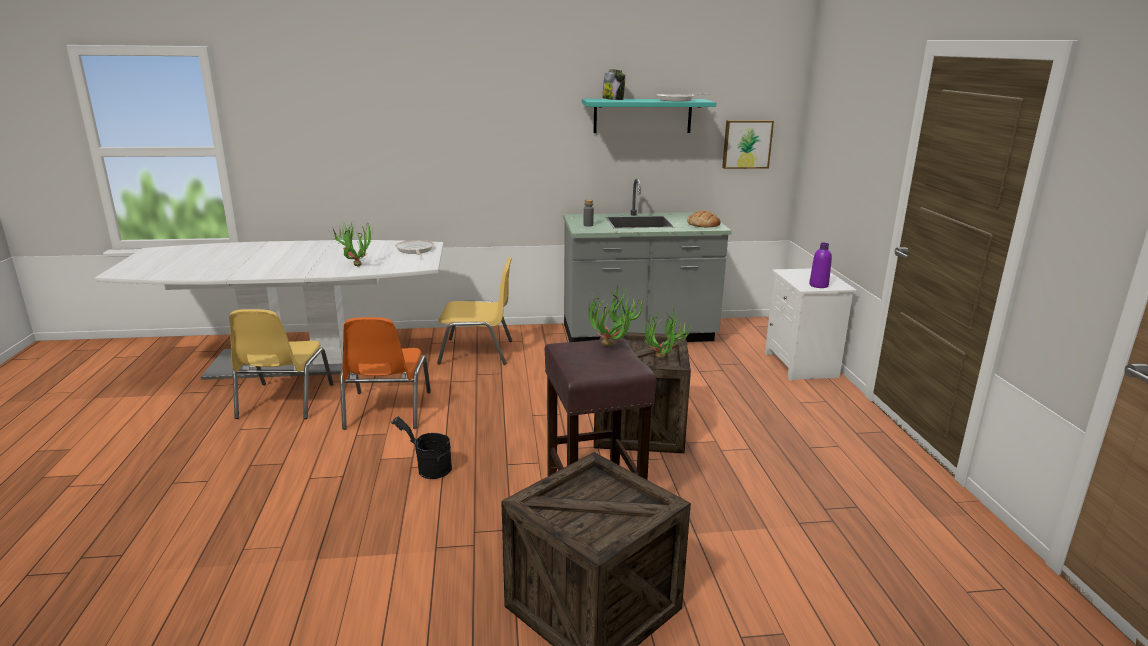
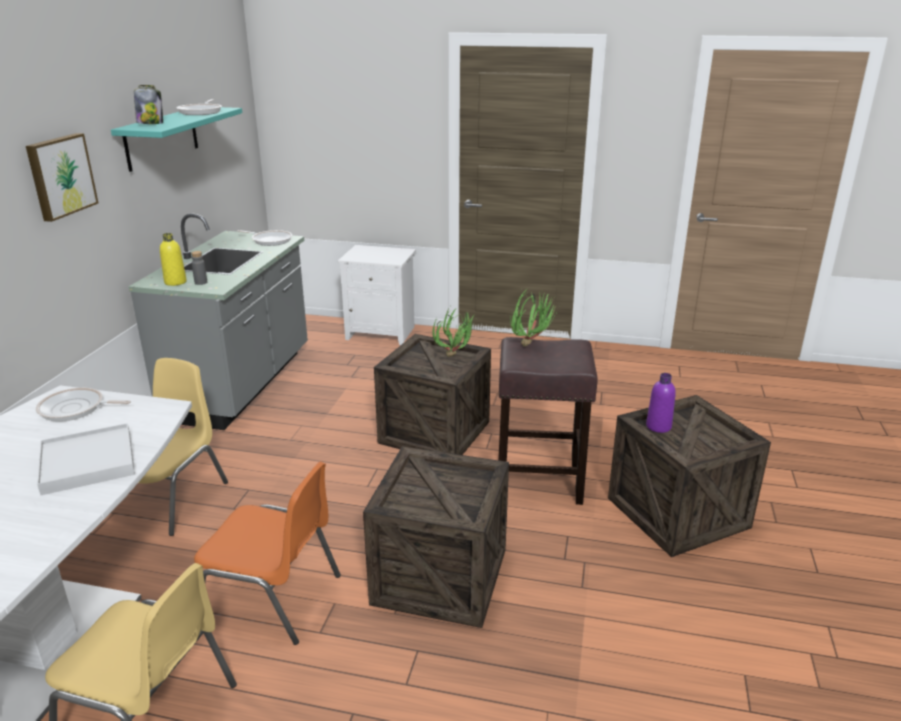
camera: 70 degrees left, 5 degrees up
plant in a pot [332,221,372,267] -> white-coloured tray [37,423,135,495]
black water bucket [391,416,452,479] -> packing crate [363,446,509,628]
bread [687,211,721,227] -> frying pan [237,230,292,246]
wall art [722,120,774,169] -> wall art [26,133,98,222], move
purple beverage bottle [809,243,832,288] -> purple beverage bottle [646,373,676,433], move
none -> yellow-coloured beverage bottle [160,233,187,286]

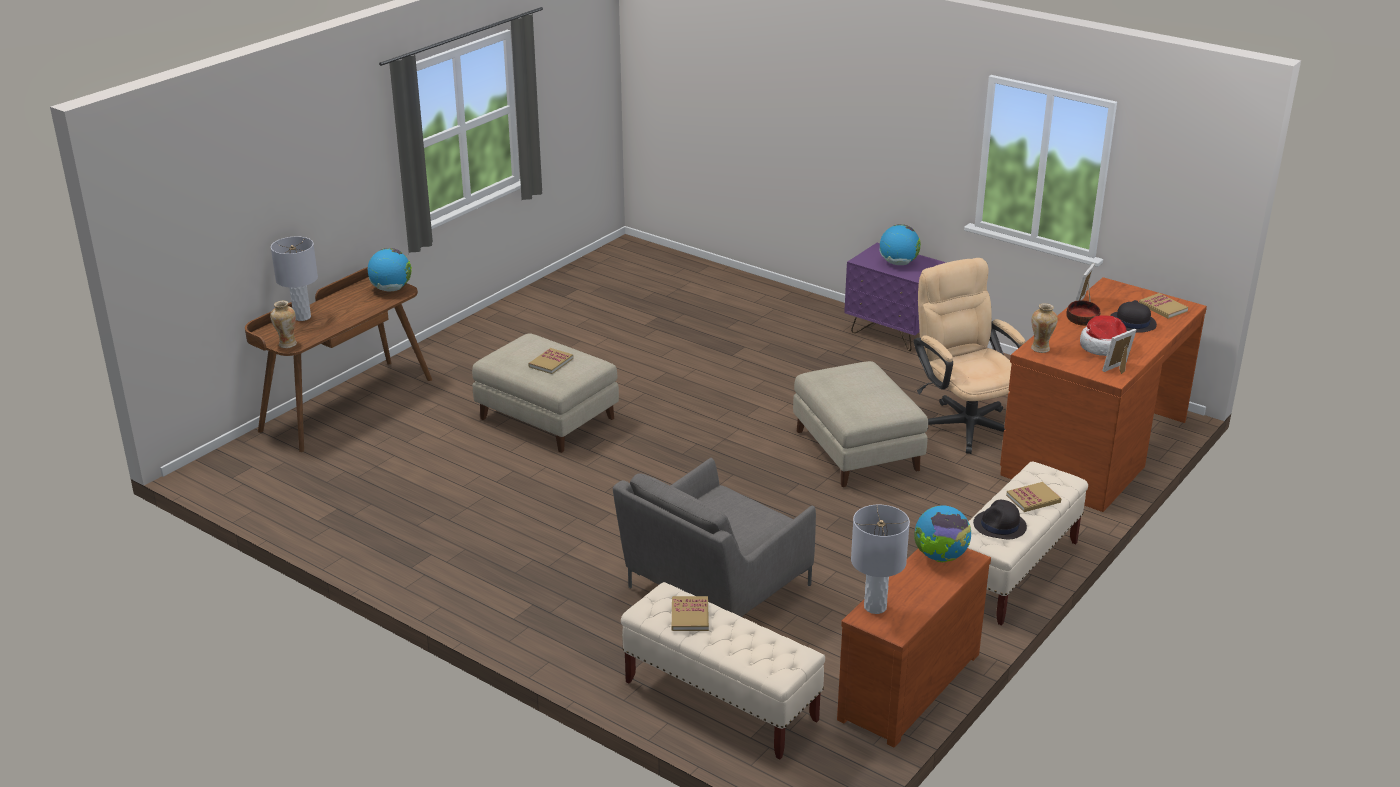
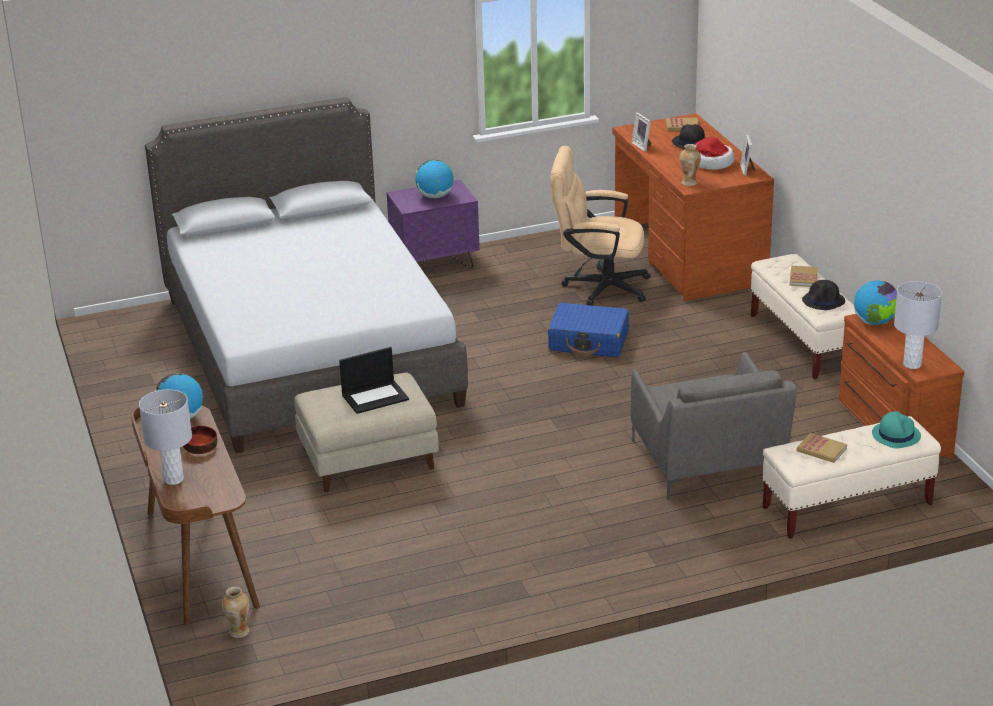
camera: 55 degrees left, 0 degrees up
decorative vase [270,301,297,348] -> decorative vase [222,586,249,638], move
volume [528,348,573,374] -> laptop [339,347,409,414]
sand-coloured footrest [793,361,928,487] -> blue suitcase [548,302,629,357]
serving bowl [1066,300,1101,326] -> serving bowl [183,426,217,454], move
none -> greyish bedroom bed [145,97,468,453]
none -> turquoise-coloured wearable hat [872,411,921,448]

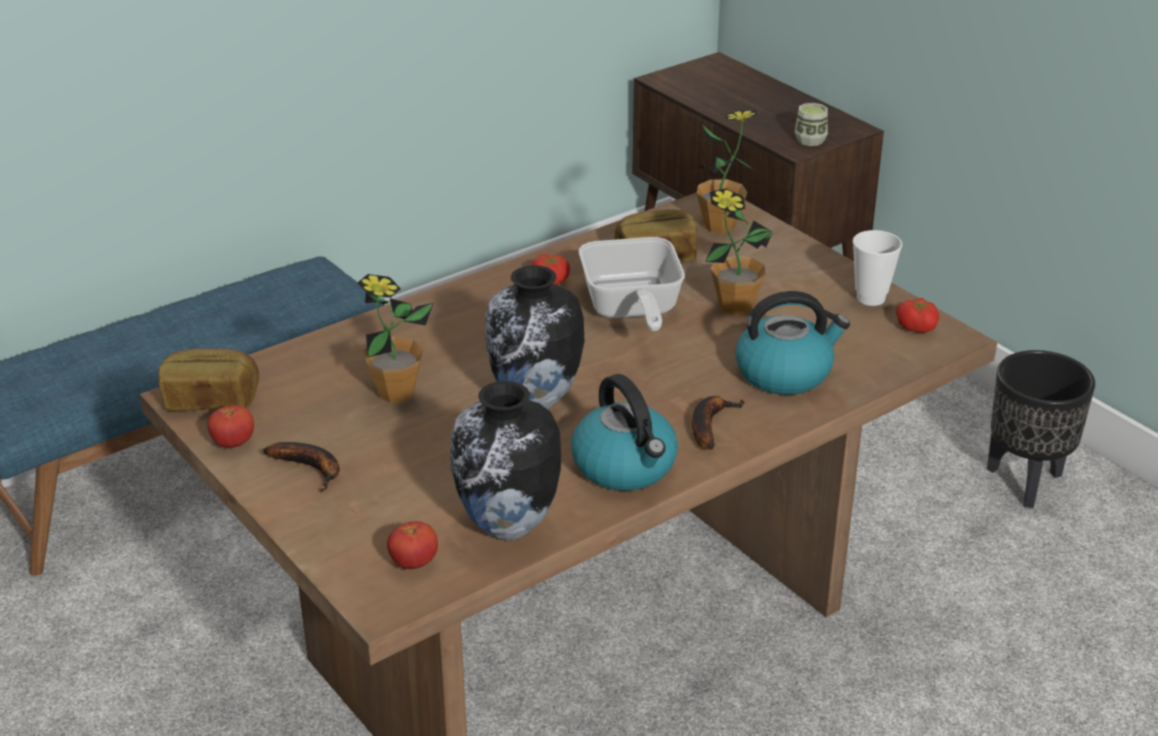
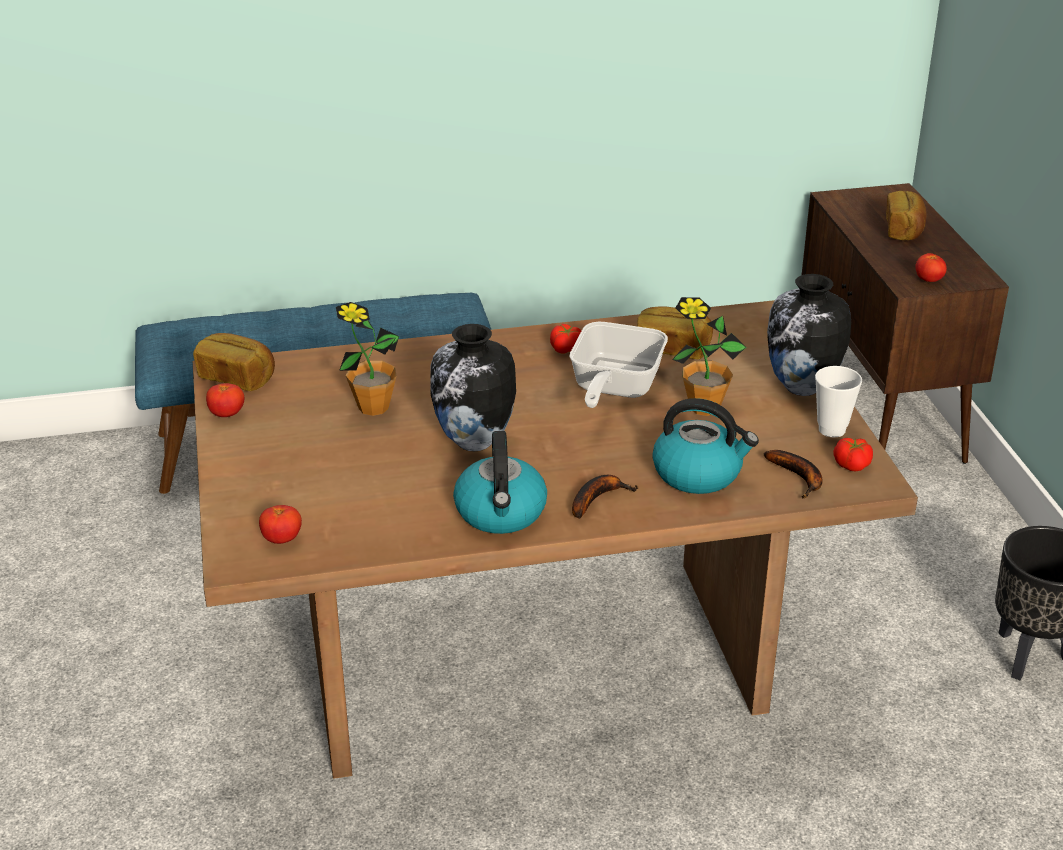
camera: 25 degrees right, 0 degrees up
whole banana [263,442,339,492] -> whole banana [764,450,823,498], move
decorative vase [450,381,561,541] -> decorative vase [767,274,851,396], move
plant in a pot [697,110,757,234] -> none
small cup [795,103,828,146] -> tomato [915,253,947,282]
none -> bread [886,191,927,240]

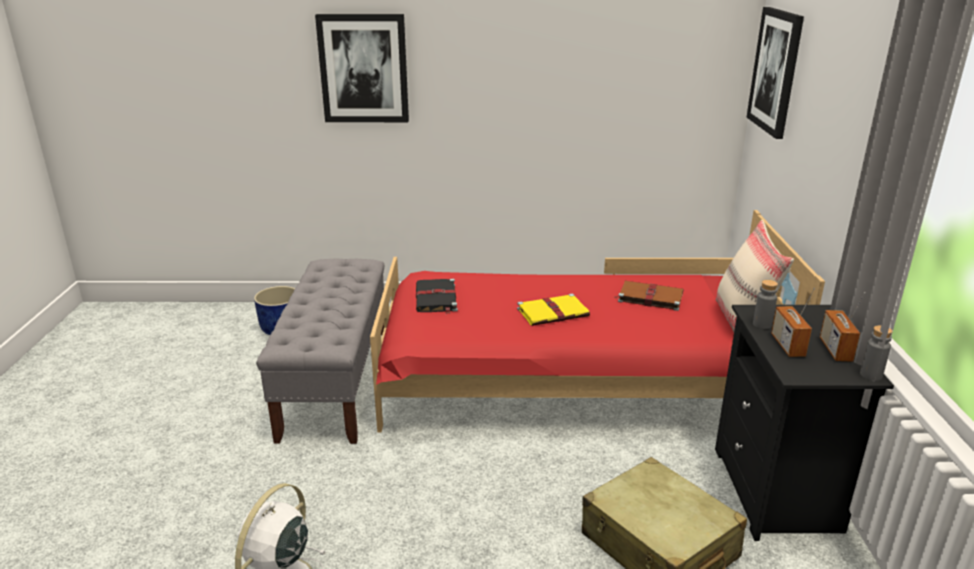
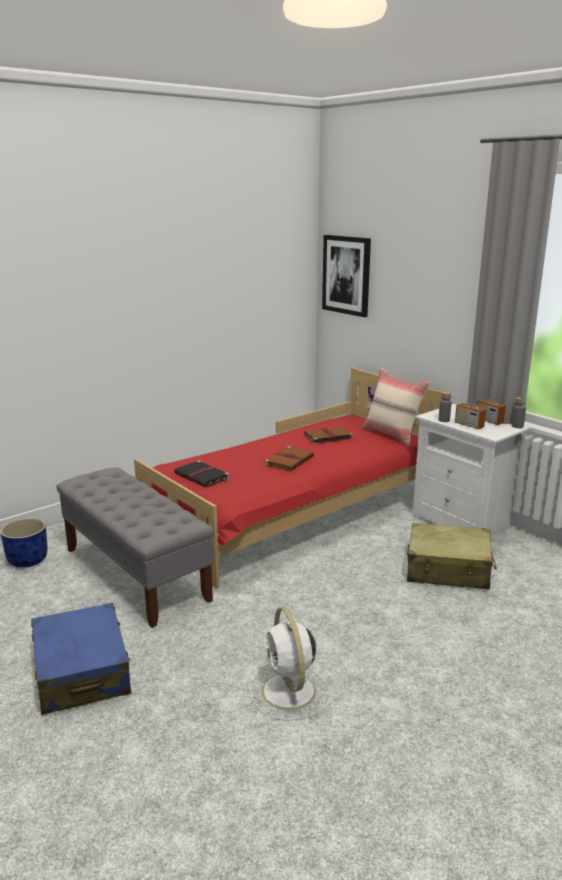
camera: 40 degrees left, 5 degrees down
wall art [315,14,409,122] -> none
yellow-coloured volume [517,294,590,326] -> brown-coloured volume [265,446,314,471]
black bedside table [715,305,894,541] -> white-coloured bedside table [413,404,531,538]
none -> blue suitcase [31,603,131,715]

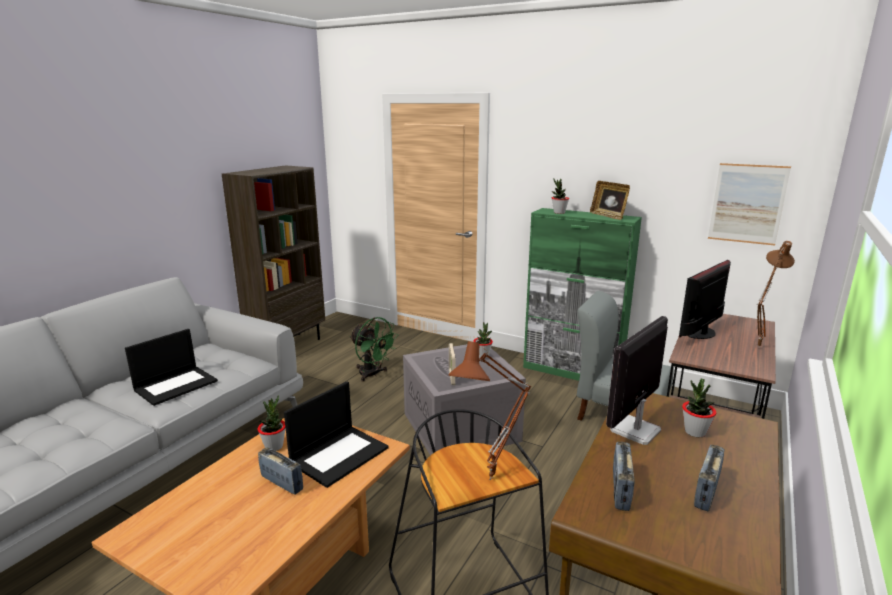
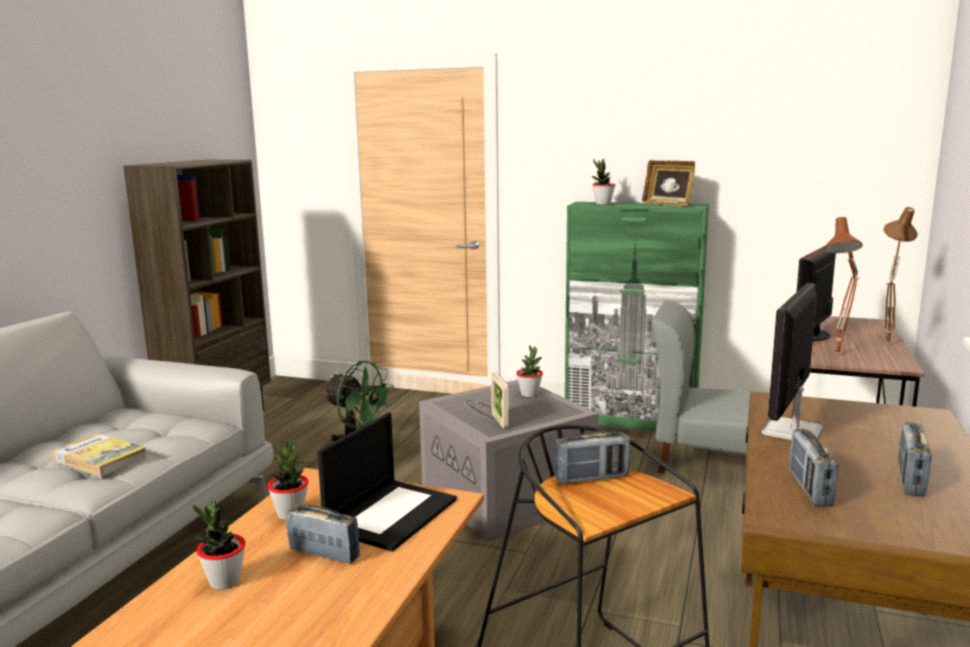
camera: 10 degrees left, 5 degrees down
laptop [125,329,218,406] -> volume [51,433,147,477]
brown-coloured lamp for a table [449,341,531,480] -> brown-coloured lamp for a table [824,217,863,356], move
plant in a pot [682,378,716,437] -> plant in a pot [192,500,246,590], move
wall art [708,163,791,246] -> none
none -> radio [554,431,630,484]

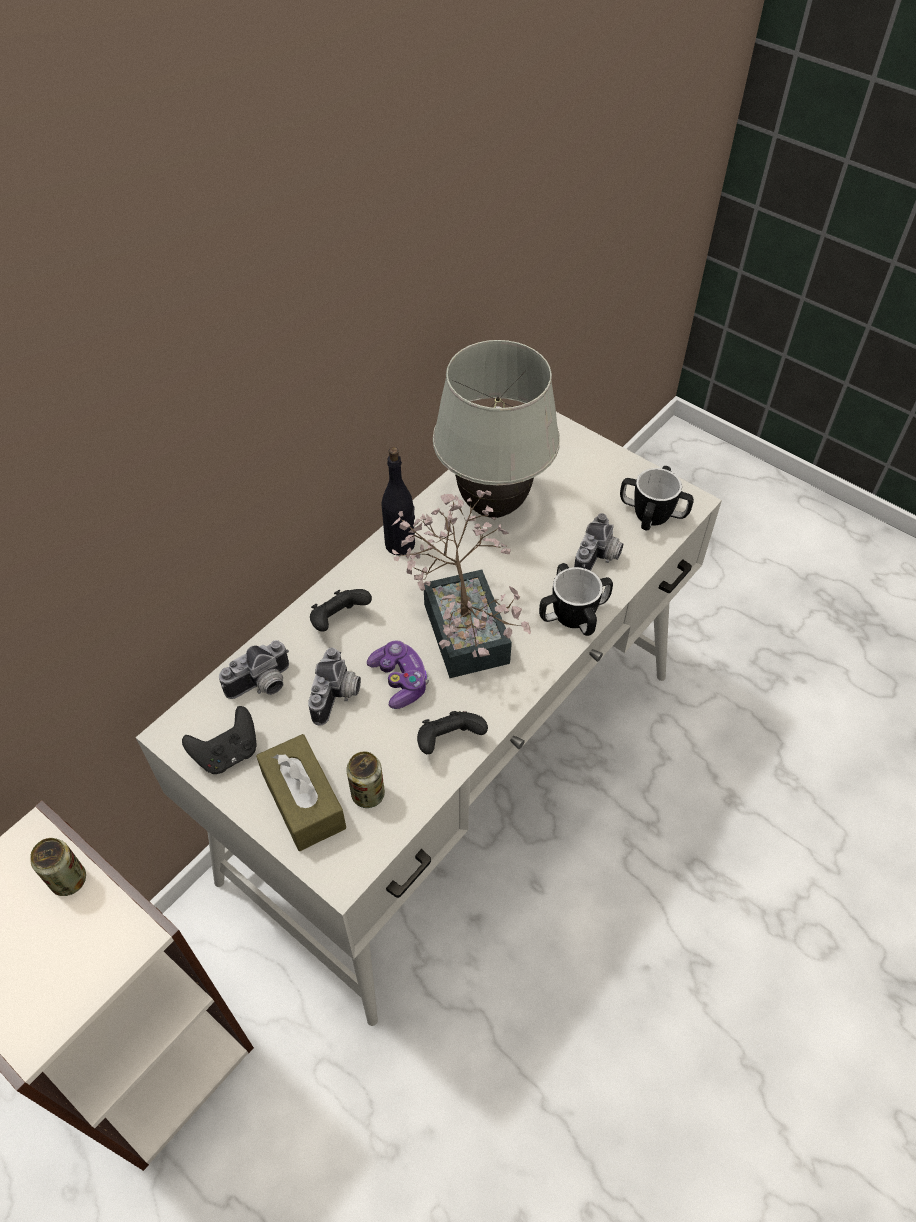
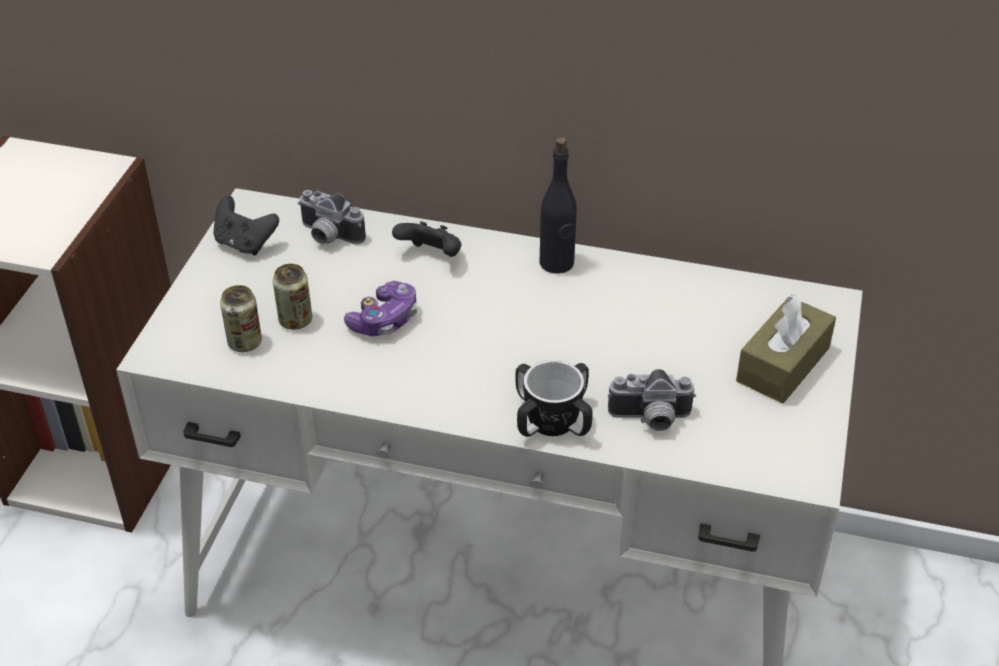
camera: 65 degrees right, 10 degrees down
can [30,838,86,896] -> can [273,264,312,330], move
brown-coloured box of tissues [256,734,346,851] -> brown-coloured box of tissues [736,295,836,403], move
still camera [308,647,361,726] -> none
plant in a pot [392,490,531,678] -> none
black game controller [417,711,488,754] -> none
white-coloured lamp for a table [433,340,560,518] -> none
tea mug [620,466,694,530] -> none

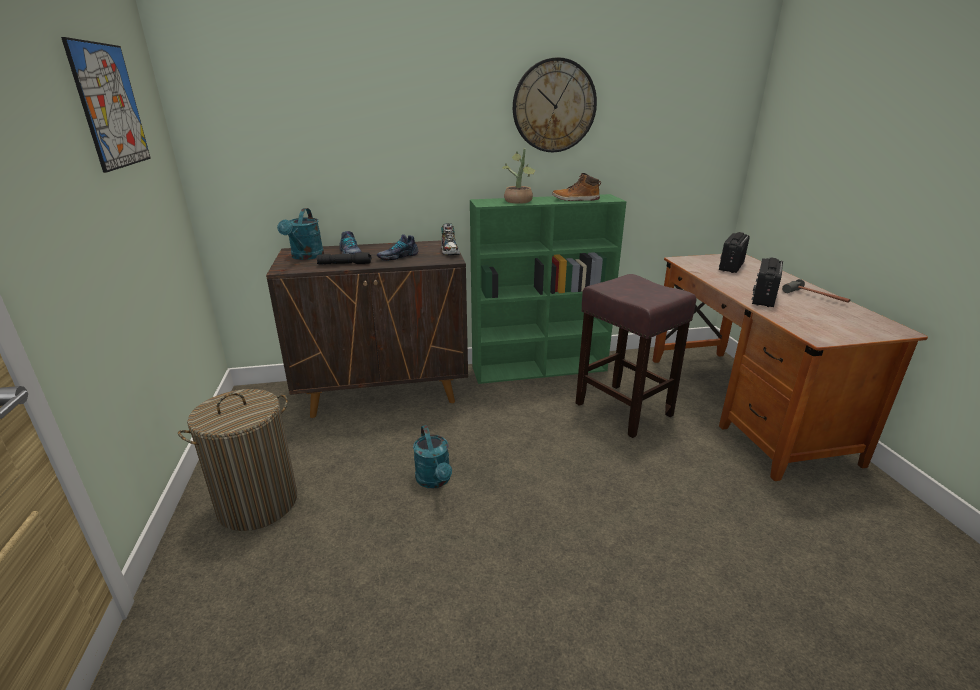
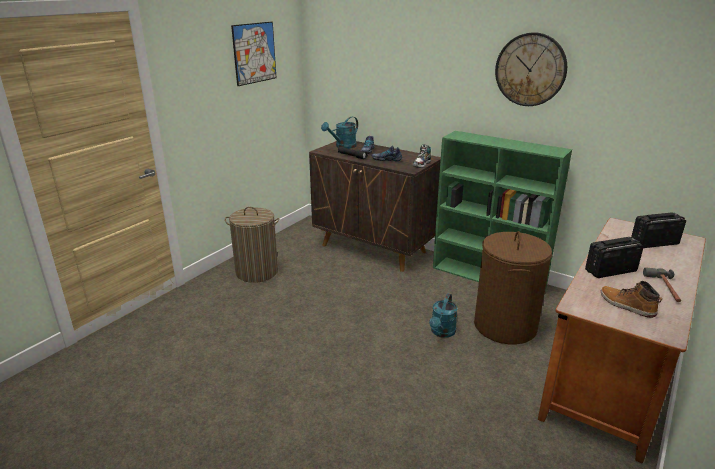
camera: 45 degrees right, 0 degrees up
turquoise-coloured watering can [413,425,452,488] -> turquoise-coloured watering can [429,294,458,338], move
plant in a pot [503,148,535,204] -> none
tall boot [552,173,601,201] -> tall boot [601,281,662,318], move
brown-coloured stool seat [576,274,696,438] -> brown-coloured washing basket [474,231,552,344]

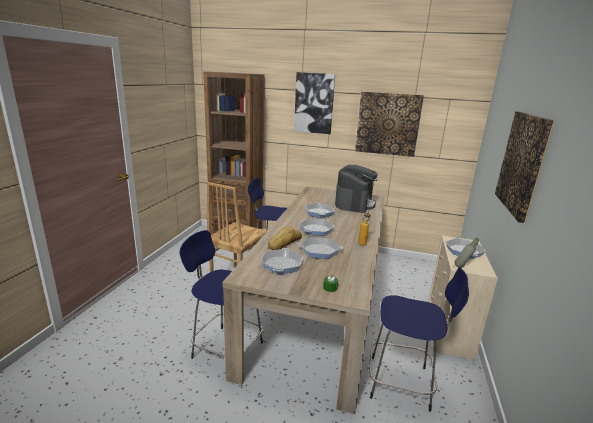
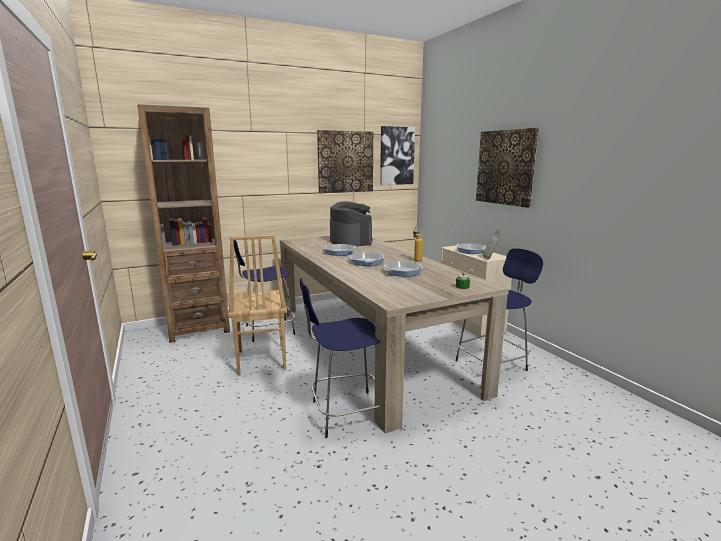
camera: 40 degrees left, 5 degrees down
frying pan [261,248,303,274] -> none
bread [268,227,302,250] -> none
wall art [294,72,335,134] -> wall art [380,126,415,185], move

